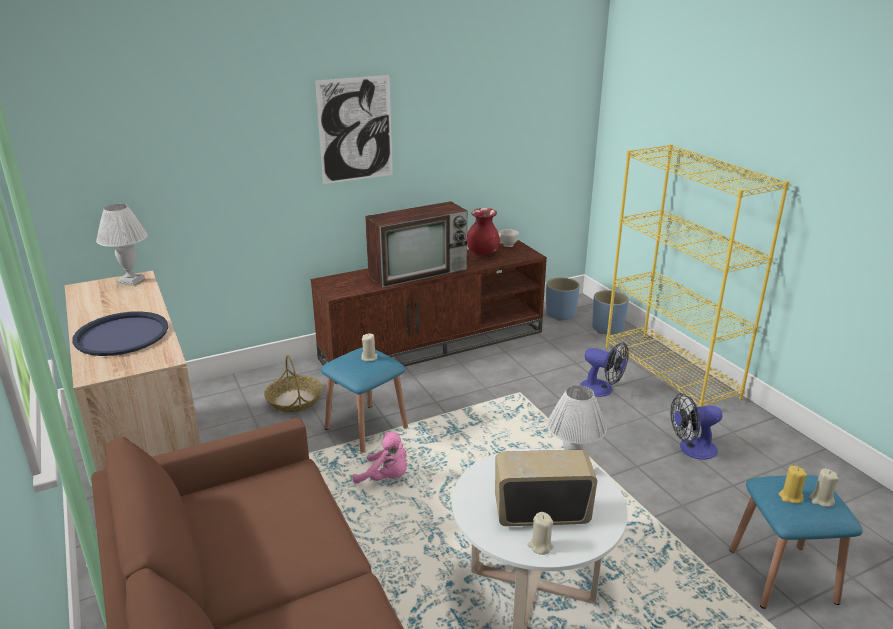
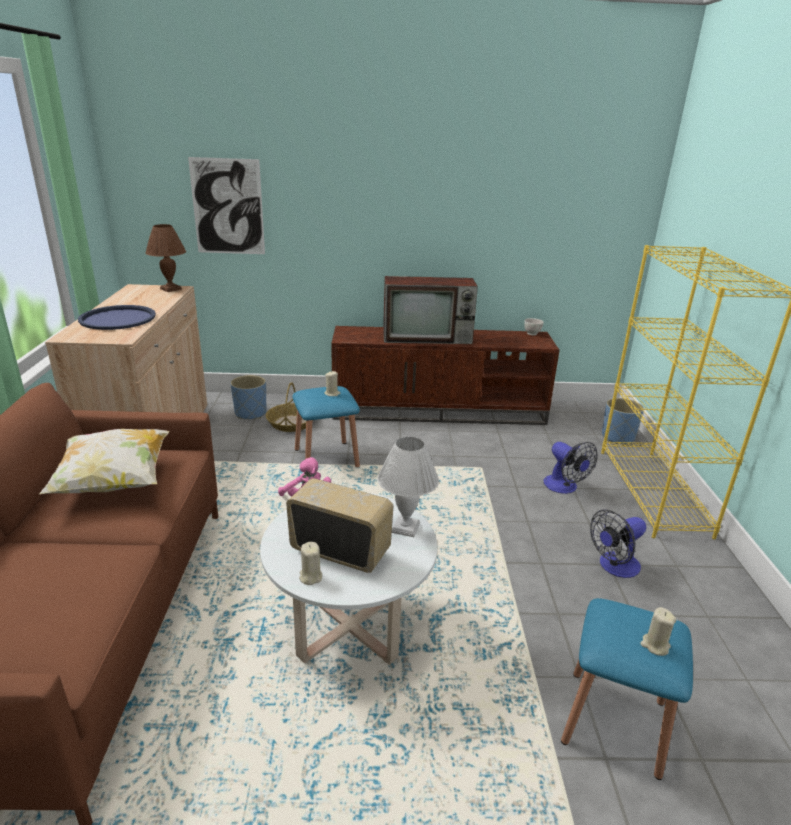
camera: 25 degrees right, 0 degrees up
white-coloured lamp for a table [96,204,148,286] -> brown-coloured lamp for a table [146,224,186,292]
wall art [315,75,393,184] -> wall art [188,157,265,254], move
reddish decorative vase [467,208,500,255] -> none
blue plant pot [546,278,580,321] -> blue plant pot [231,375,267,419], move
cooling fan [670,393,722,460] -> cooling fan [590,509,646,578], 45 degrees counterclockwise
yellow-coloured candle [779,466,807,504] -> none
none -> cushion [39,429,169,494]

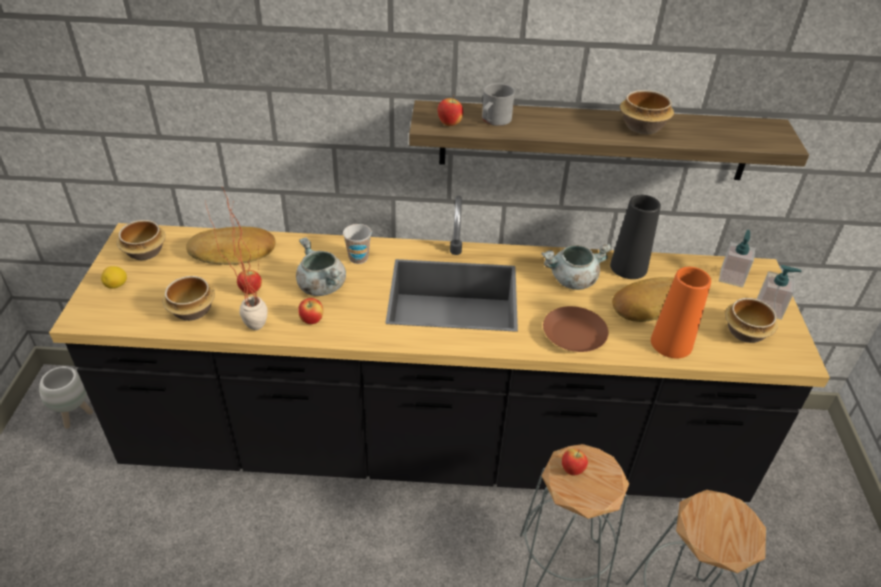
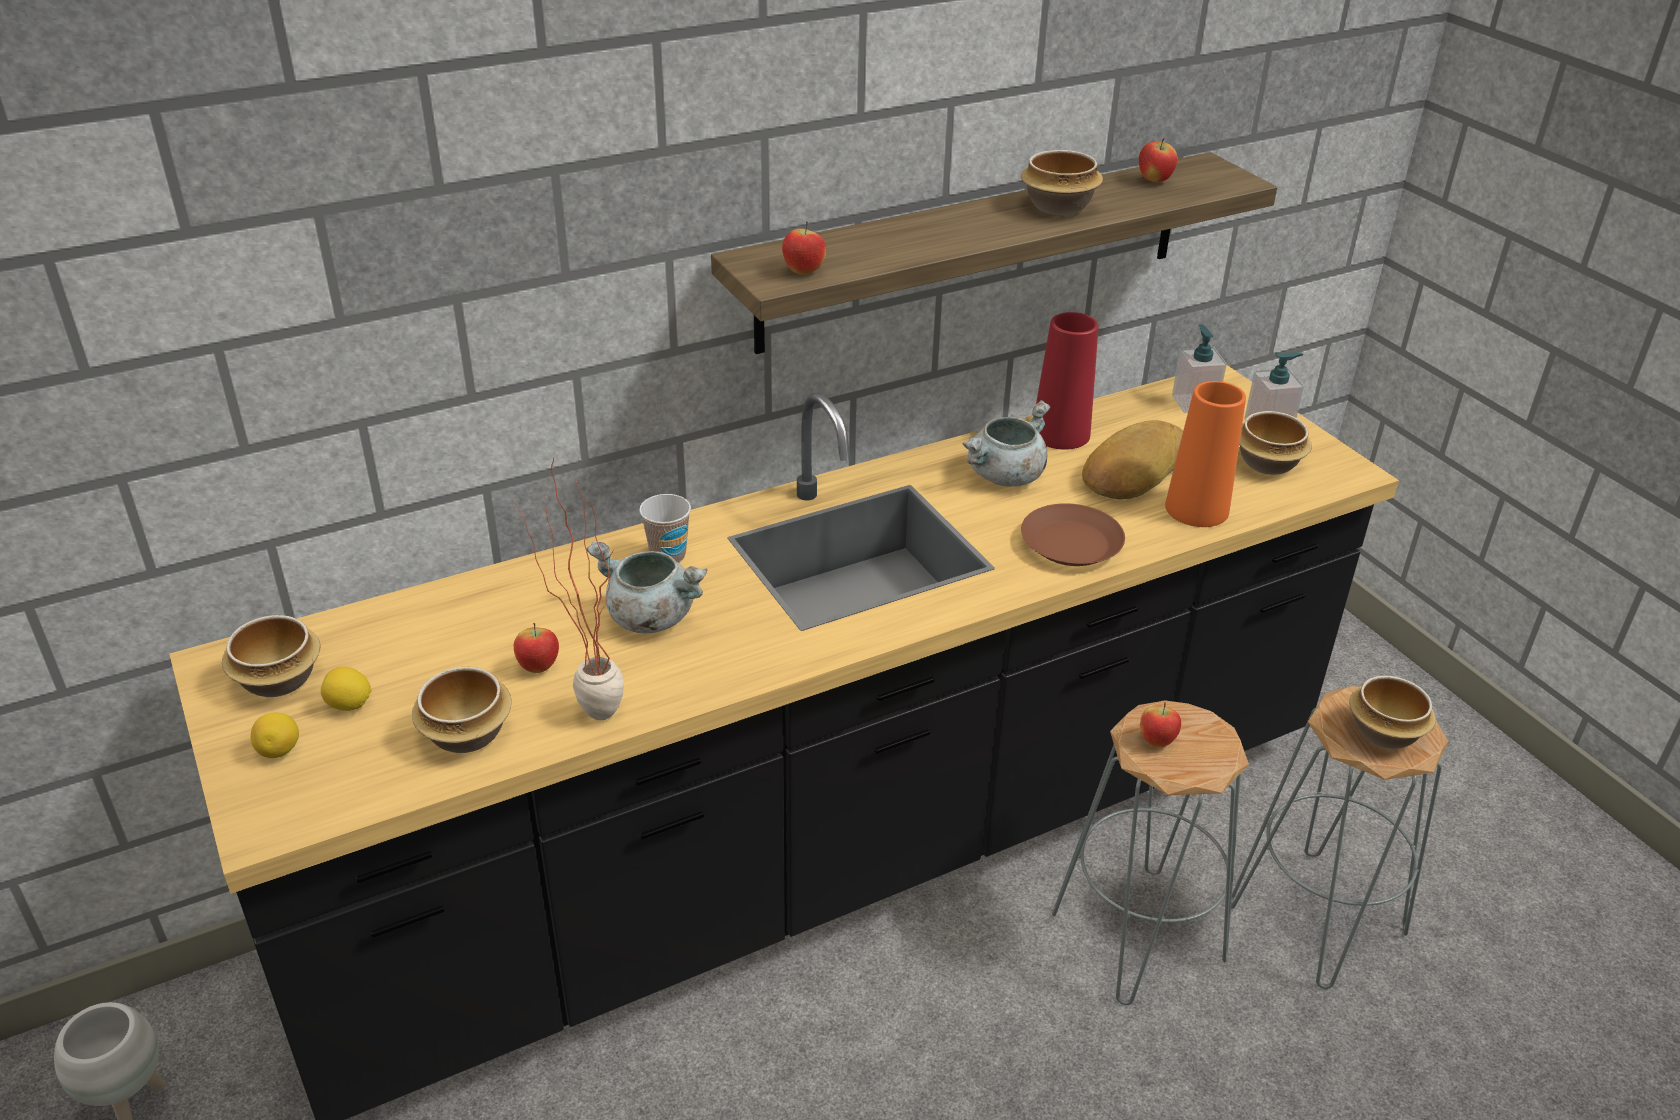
camera: 30 degrees left, 5 degrees down
bread [186,227,276,265] -> none
apple fruit [298,298,323,324] -> apple fruit [1139,138,1177,182], move
greyish tea mug [482,83,515,126] -> none
black decorative vase [610,195,661,279] -> reddish decorative vase [1036,312,1099,450]
none -> whole lemon [321,667,372,711]
none -> serving bowl [1349,676,1436,749]

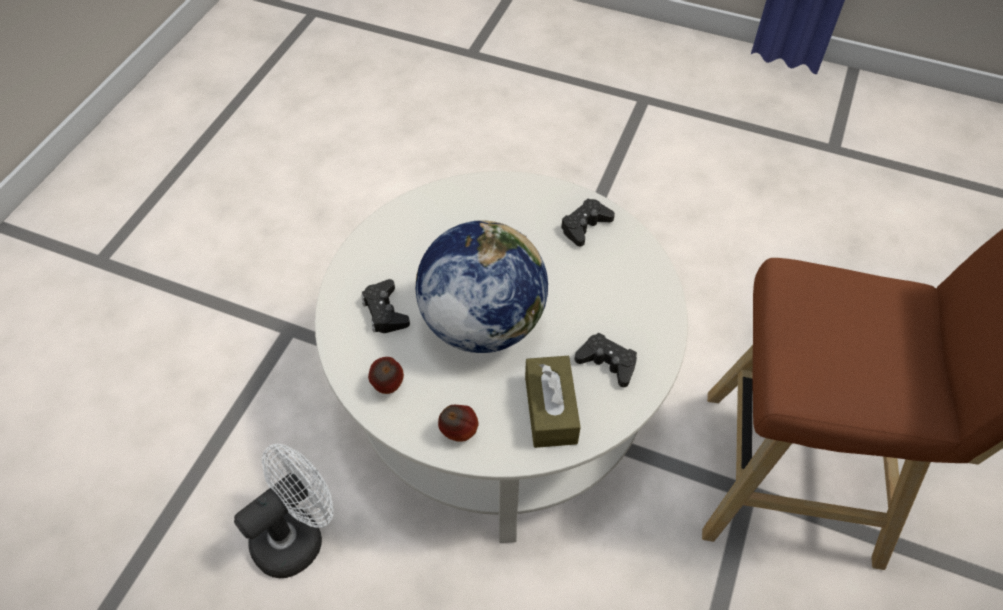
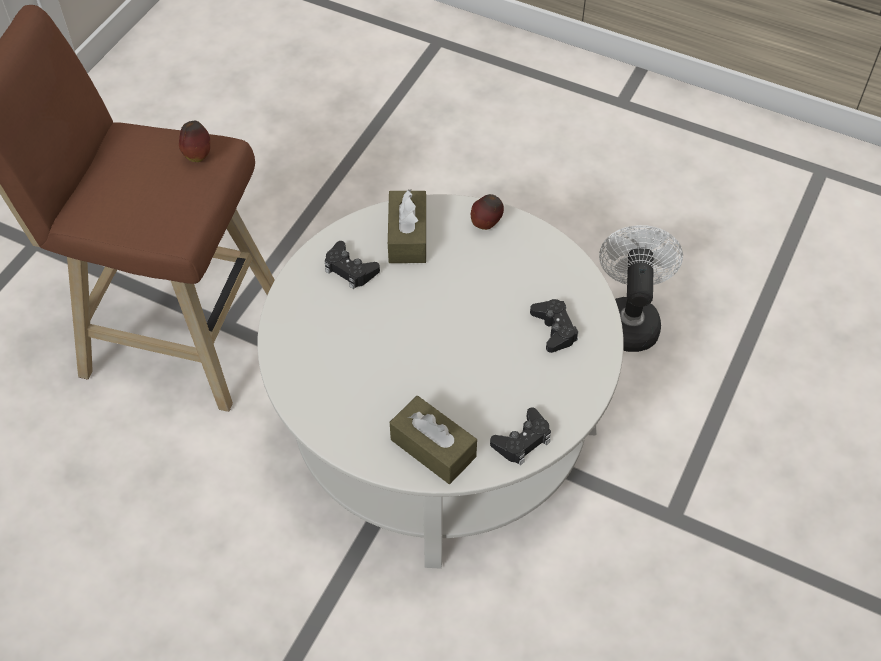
camera: 175 degrees left, 0 degrees up
white-coloured cooling fan [234,444,334,578] -> white-coloured cooling fan [599,225,683,352], 135 degrees clockwise
apple fruit [368,357,404,394] -> apple fruit [179,121,210,162], move
globe [416,220,548,353] -> none
black game controller [561,199,615,246] -> black game controller [490,407,551,465], move
none -> brown-coloured box of tissues [390,396,477,484]

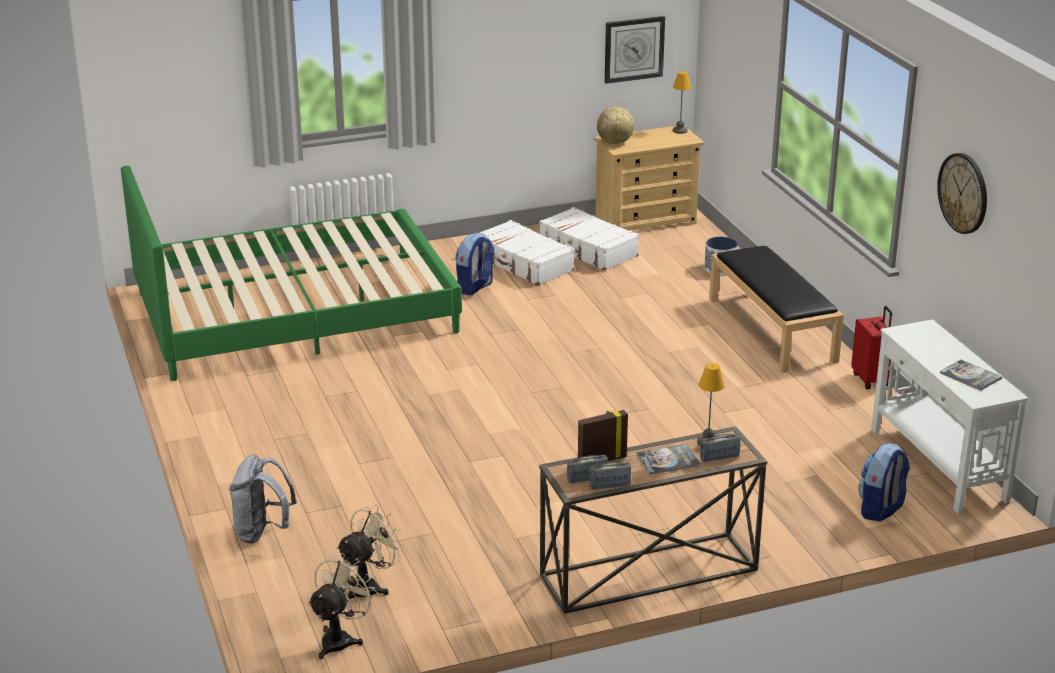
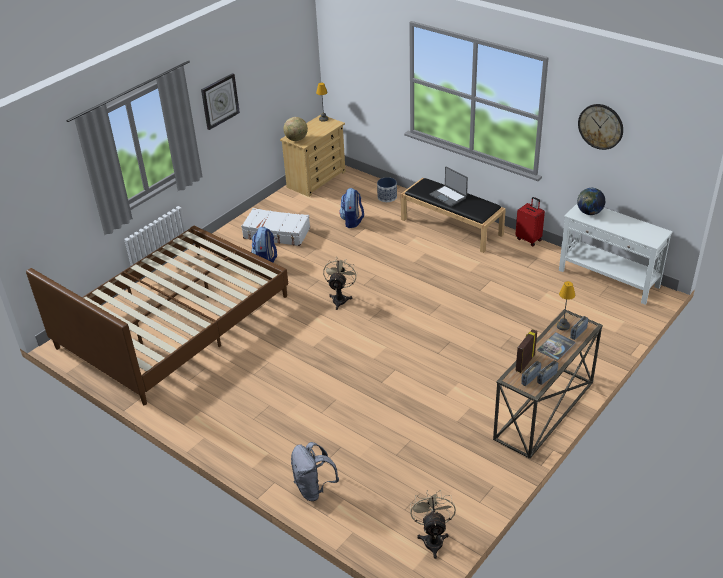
camera: 30 degrees left, 10 degrees up
green bedroom bed [121,166,462,381] -> brown-coloured bedroom bed [26,225,288,406]
sand-coloured cooling fan [336,505,405,599] -> sand-coloured cooling fan [323,258,358,310], move
white-coloured suitcase [539,207,639,271] -> none
hanging clock [605,16,665,84] -> hanging clock [201,73,240,130], move
knapsack [858,443,910,522] -> knapsack [339,188,364,228], move
volume [940,360,1002,390] -> none
none -> laptop [429,166,468,207]
none -> globe [577,188,605,215]

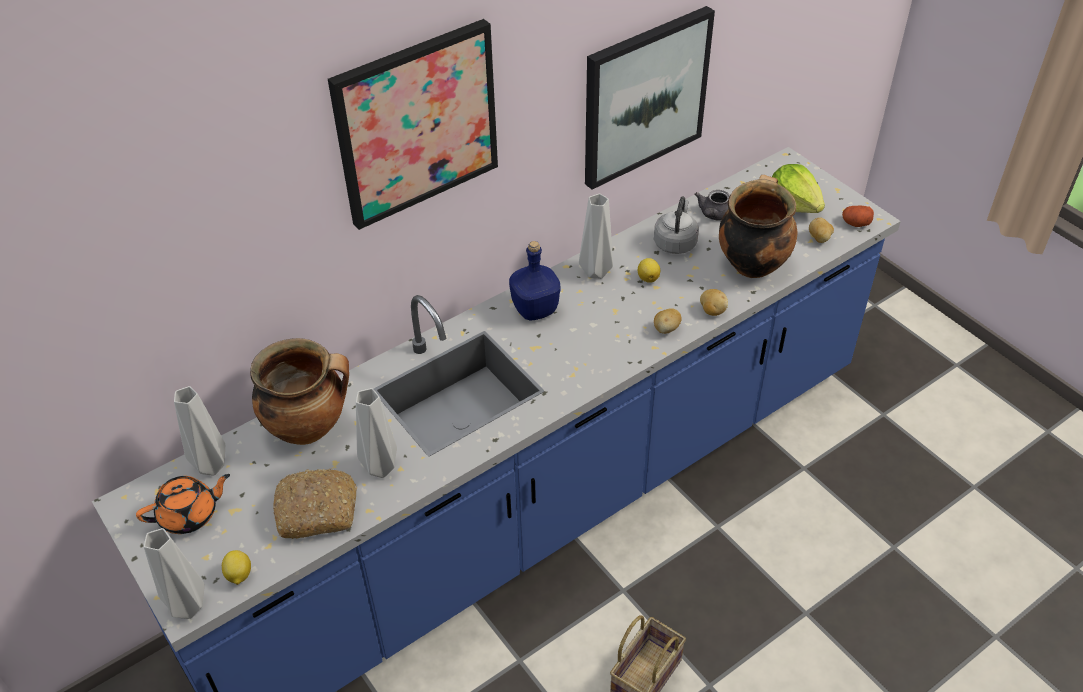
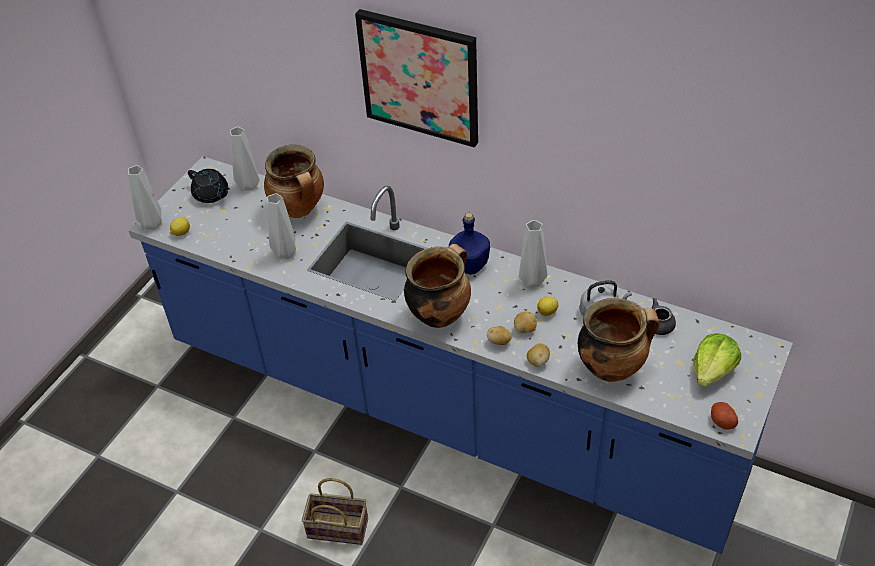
camera: 65 degrees right, 0 degrees up
orange pot for tea [136,474,230,534] -> black pot for tea [188,169,230,203]
bread [273,468,358,539] -> none
wall art [585,6,715,189] -> none
potato [809,217,834,243] -> potato [514,312,537,333], move
none -> saucepot [404,244,471,328]

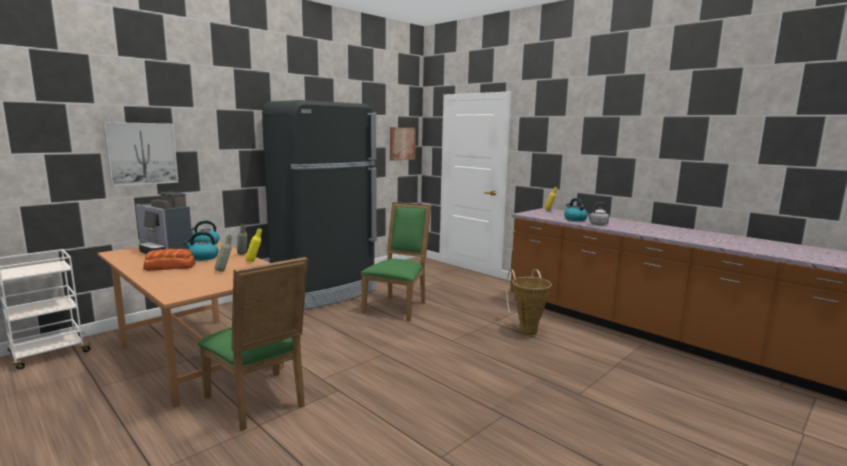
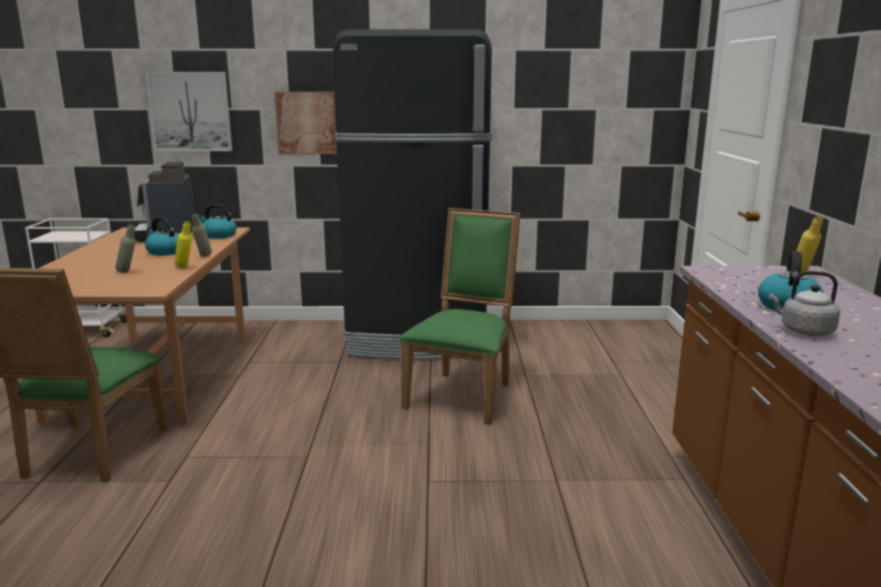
camera: 45 degrees right, 5 degrees up
bread [144,249,196,271] -> none
green chair [361,202,431,322] -> green chair [400,208,521,425], 45 degrees counterclockwise
wall art [390,127,416,161] -> wall art [275,92,337,154], move
basket [506,269,552,335] -> none

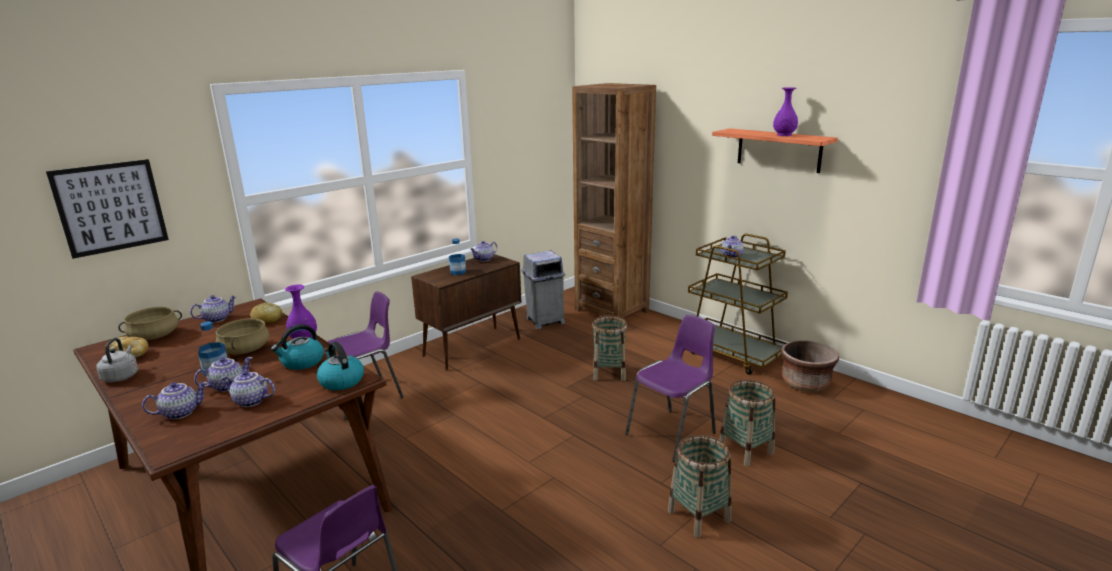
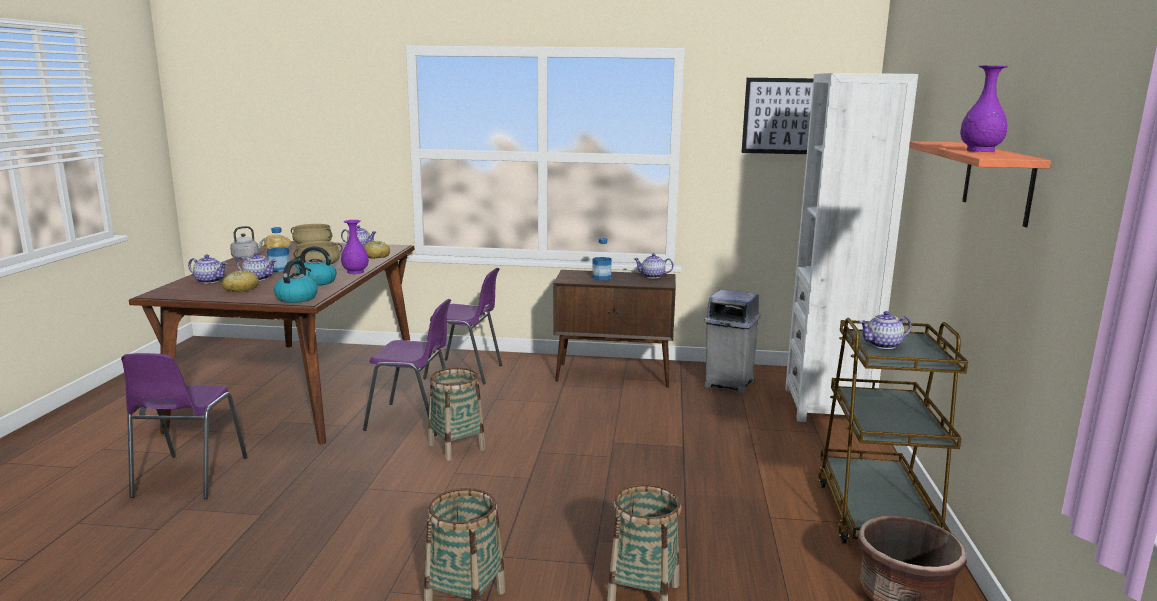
camera: 50 degrees right, 5 degrees down
wall art [46,159,169,259] -> wall art [741,78,814,154], move
pot for tea [220,371,275,407] -> bread [222,270,259,292]
brown-coloured bookcase [572,83,656,318] -> white-coloured bookcase [785,73,918,422]
basket [592,316,627,381] -> basket [428,368,486,461], move
purple chair [625,315,716,462] -> purple chair [363,299,451,436], move

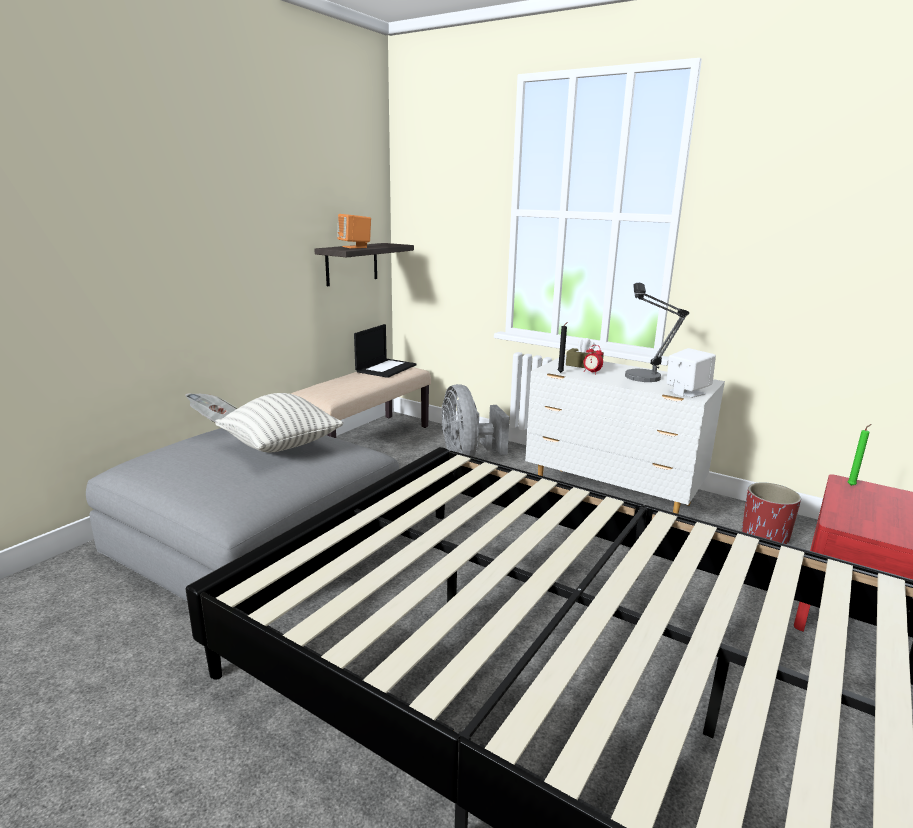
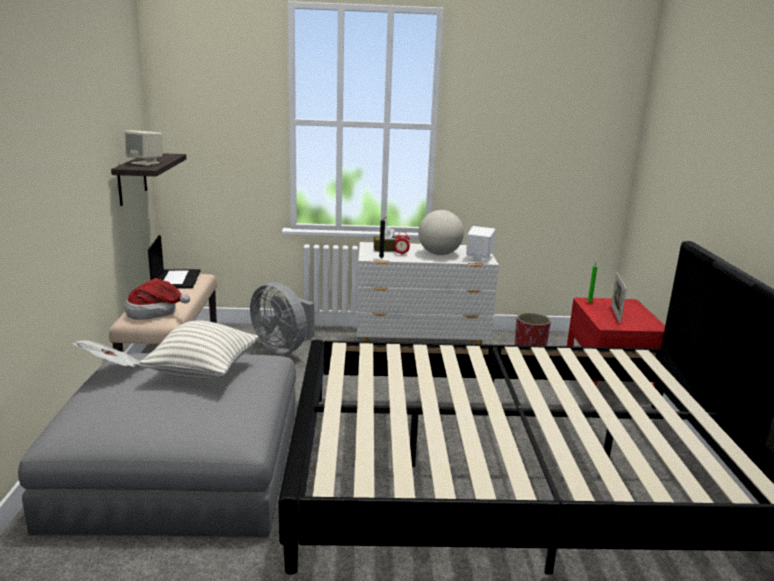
camera: 35 degrees left, 0 degrees up
orange speaker [337,214,371,248] -> sand-coloured speaker [125,130,163,166]
lamp for a table [625,283,689,382] -> globe [418,210,464,255]
none -> wearable hat [125,278,190,320]
none -> photo frame [611,273,627,324]

